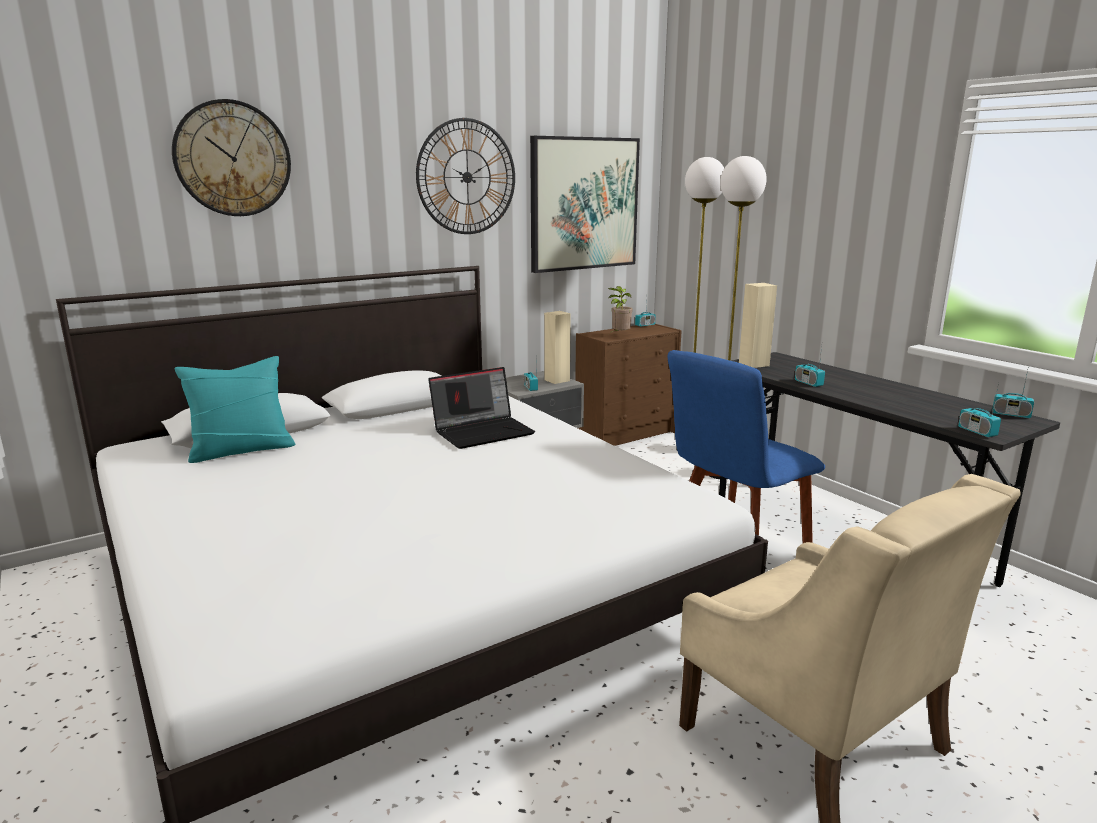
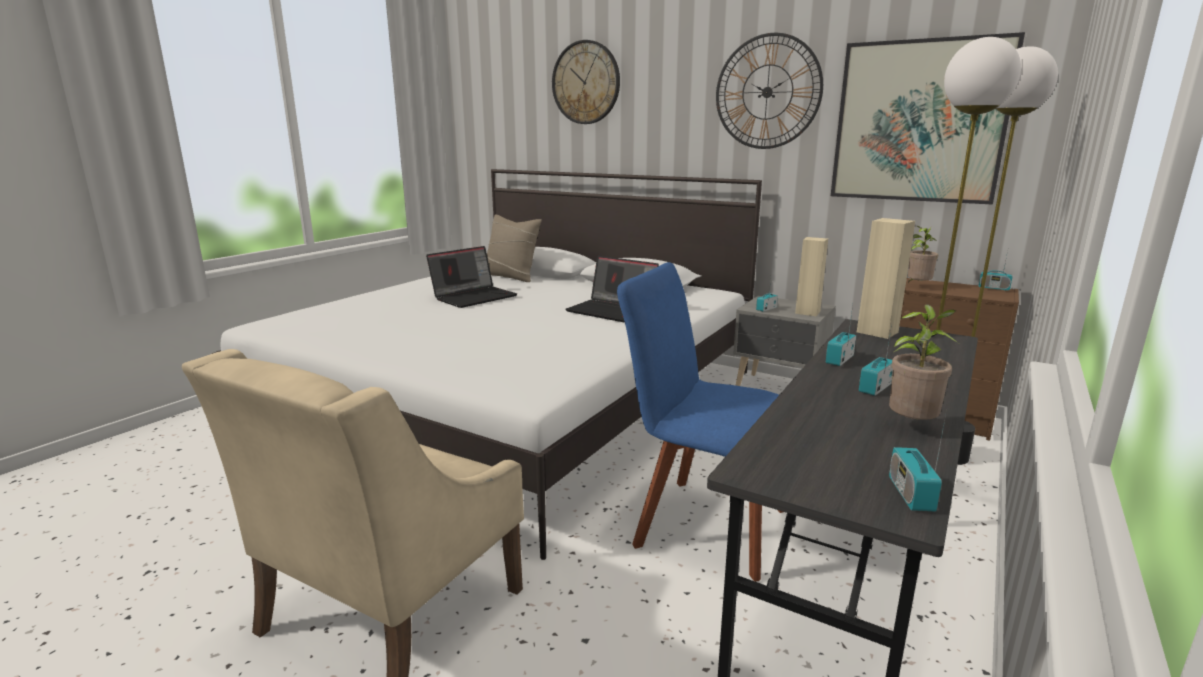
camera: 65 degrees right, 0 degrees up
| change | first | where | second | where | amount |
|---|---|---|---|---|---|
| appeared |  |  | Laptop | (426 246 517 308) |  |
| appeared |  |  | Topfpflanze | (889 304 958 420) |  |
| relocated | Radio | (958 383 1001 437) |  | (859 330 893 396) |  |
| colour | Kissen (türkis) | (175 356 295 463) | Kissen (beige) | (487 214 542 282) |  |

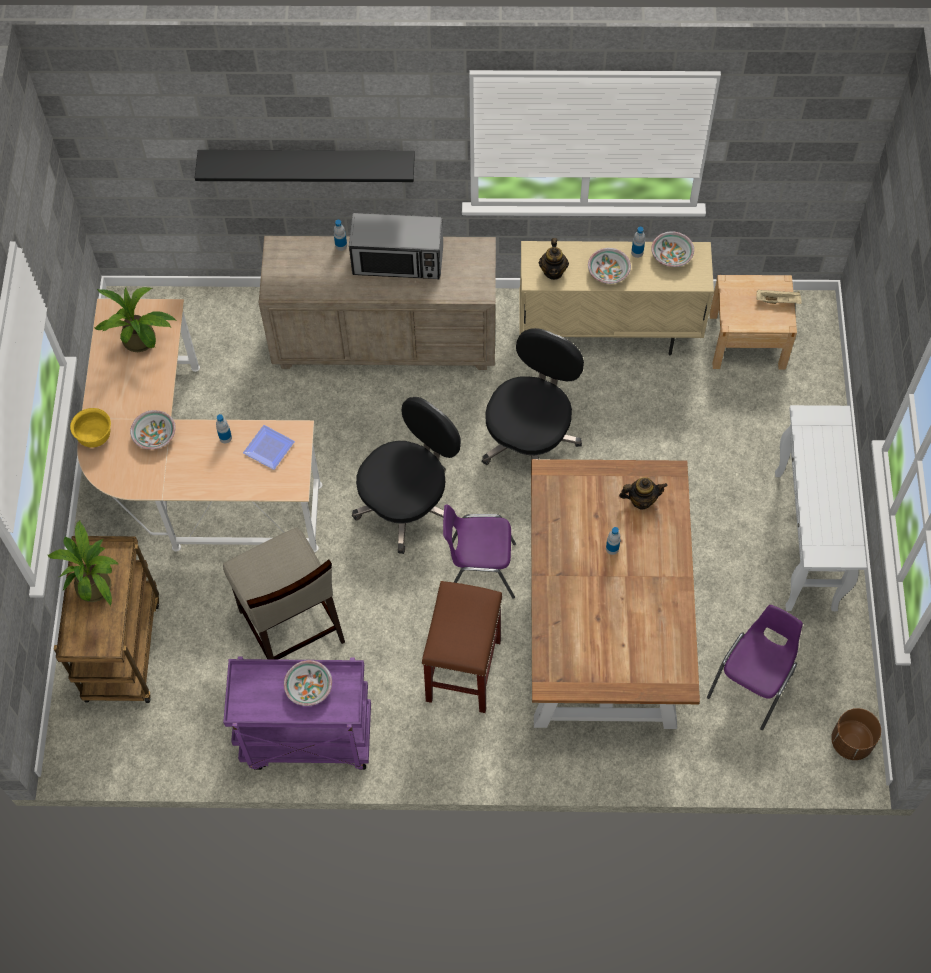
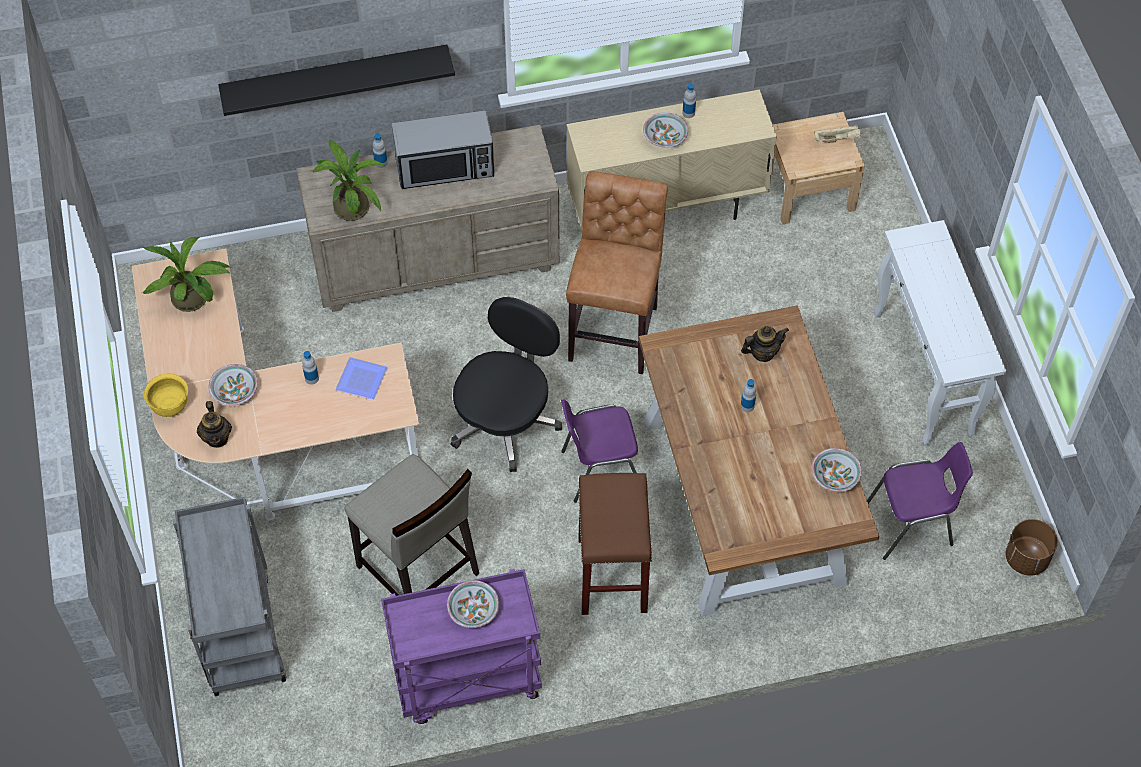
camera: 15 degrees left, 5 degrees down
| change | first | where | second | where | amount |
|---|---|---|---|---|---|
| relocated | Topfpflanze | (48 520 119 606) |  | (312 139 384 221) |  |
| relocated | Teekanne | (539 238 569 280) |  | (197 401 232 448) |  |
| relocated | Schüssel | (651 231 694 267) |  | (812 448 862 492) |  |
| exchanged | Bürostuhl (schwarz) | (482 328 584 465) | Hocker (braun) | (566 171 668 374) |  |
| colour | Rollwagen (braun) | (54 536 159 703) | Rollwagen (grau) | (173 497 286 696) |  |
| spun | Stuhl (lila) | (707 605 803 730) |  | (867 442 973 560) | 60 degrees clockwise |

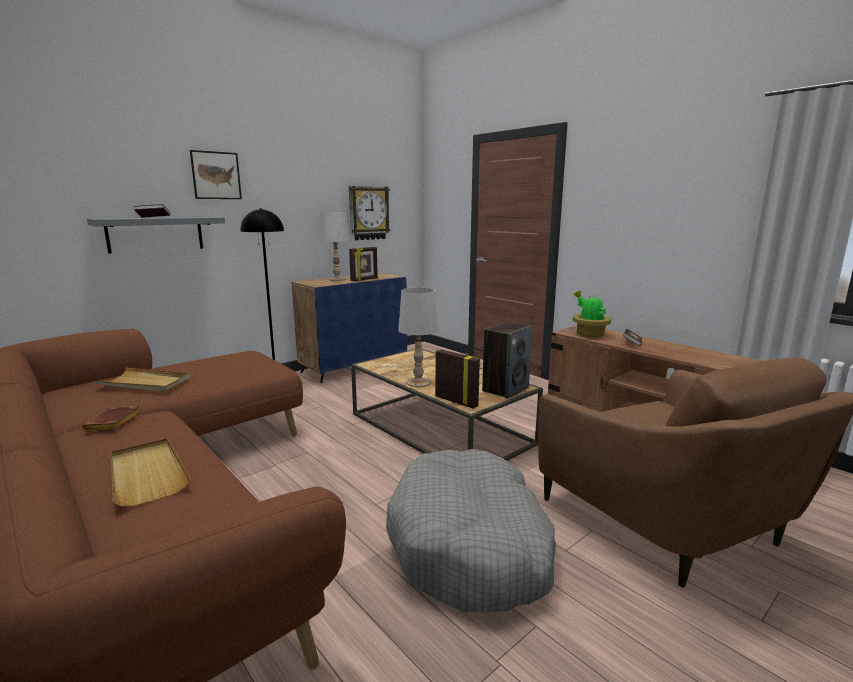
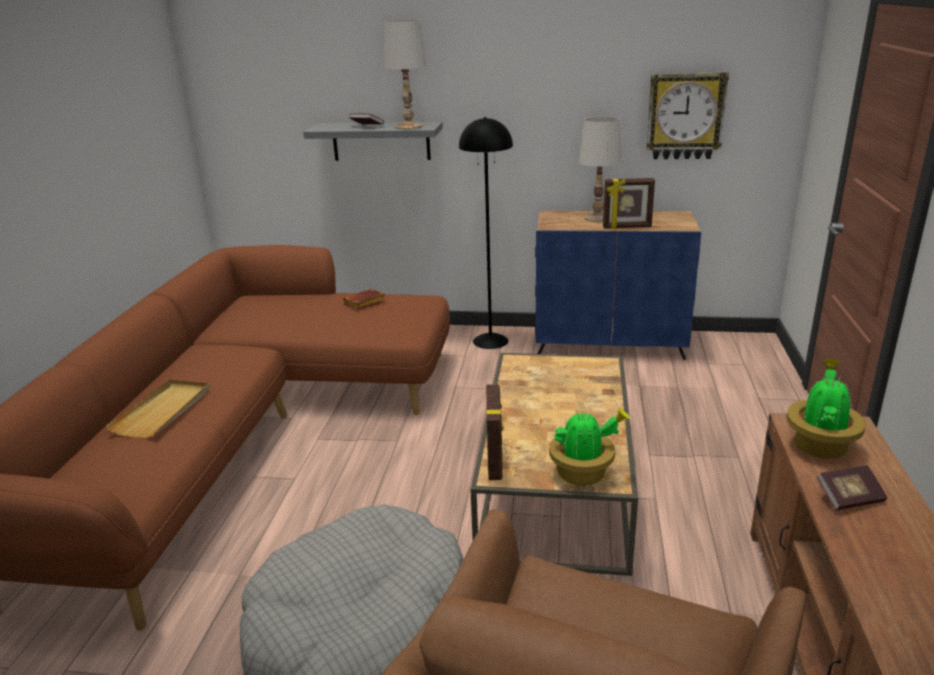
camera: 50 degrees right, 10 degrees up
| change | first | where | second | where | amount |
|---|---|---|---|---|---|
| missing | Tablett (beige) | (94 367 190 392) |  |  |  |
| missing | Bild | (190 150 242 199) |  |  |  |
| relocated | Buch (braun) | (82 406 140 432) |  | (343 289 386 309) |  |
| relocated | Tischlampe (weiß) | (398 288 438 387) |  | (384 20 426 129) |  |
| exchanged | Lautsprecher | (482 322 532 399) | Topfpflanze | (549 408 630 486) |  |

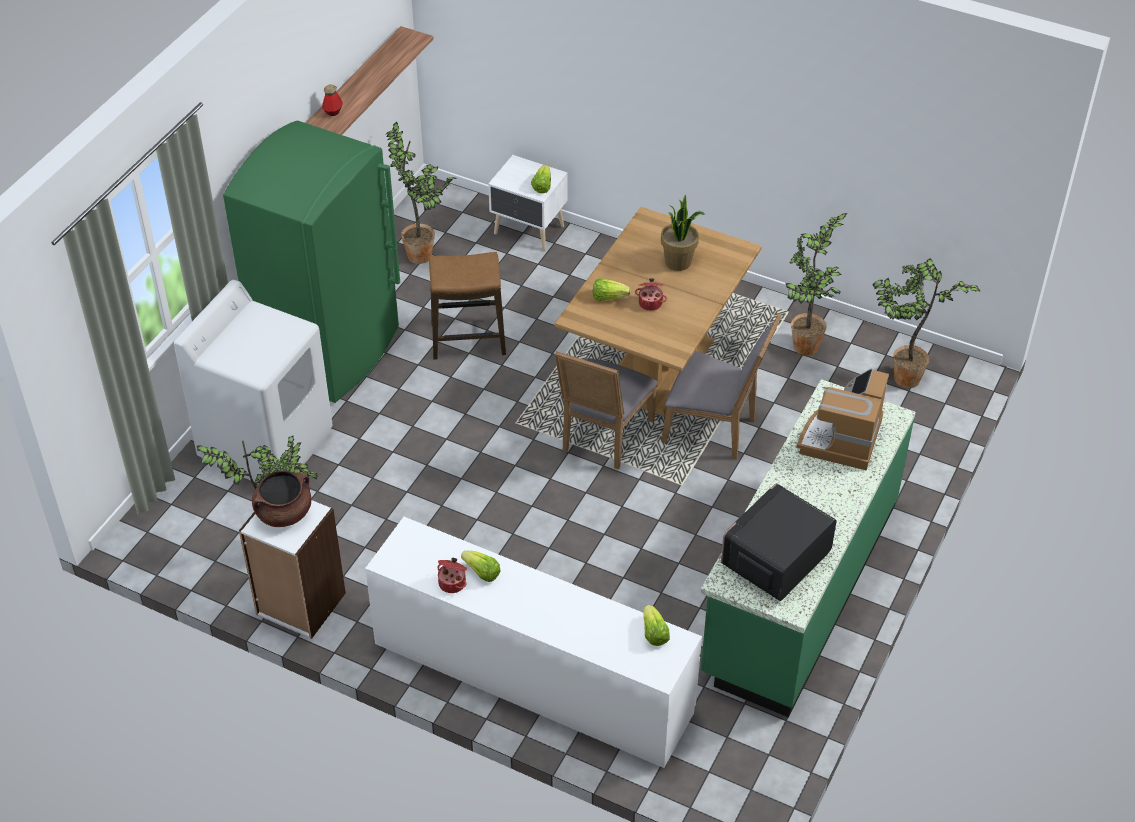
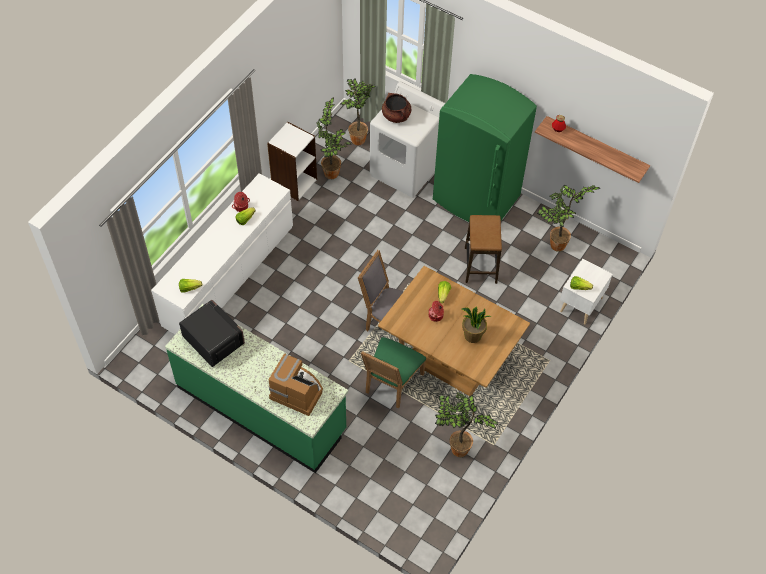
camera: 95 degrees right, 10 degrees up
| change | first | where | second | where | amount |
|---|---|---|---|---|---|
| relocated | Kochtopf (braun) | (252 470 311 527) |  | (382 93 411 123) |  |
| relocated | Topfpflanze | (872 258 980 388) |  | (341 79 376 145) |  |
| colour | Stuhl (grau) | (661 313 782 459) | Stuhl (grün) | (361 337 426 409) |  |

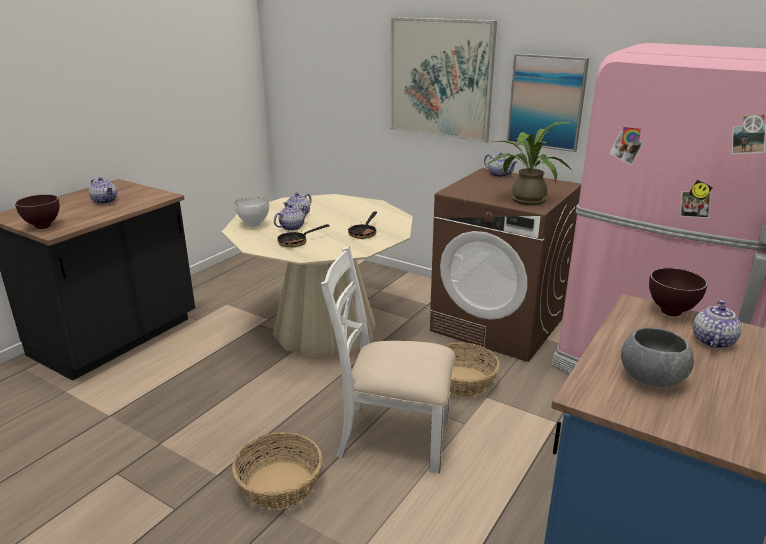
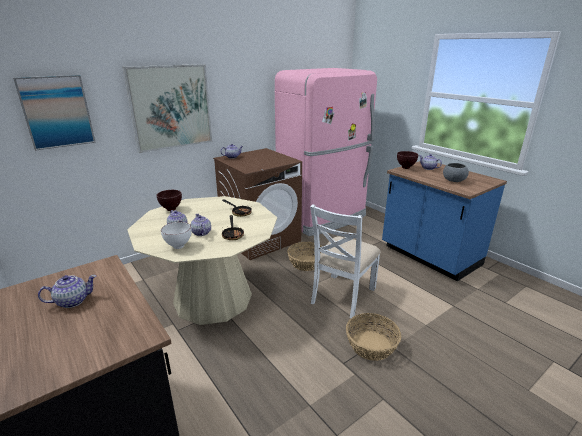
camera: 70 degrees left, 0 degrees up
| change | first | where | second | where | amount |
|---|---|---|---|---|---|
| missing | Topfpflanze | (486 122 572 205) |  |  |  |
| relocated | Schüssel (braun) | (15 194 60 229) |  | (157 190 182 211) |  |
| relocated | Bild | (507 54 589 152) |  | (13 75 96 151) |  |

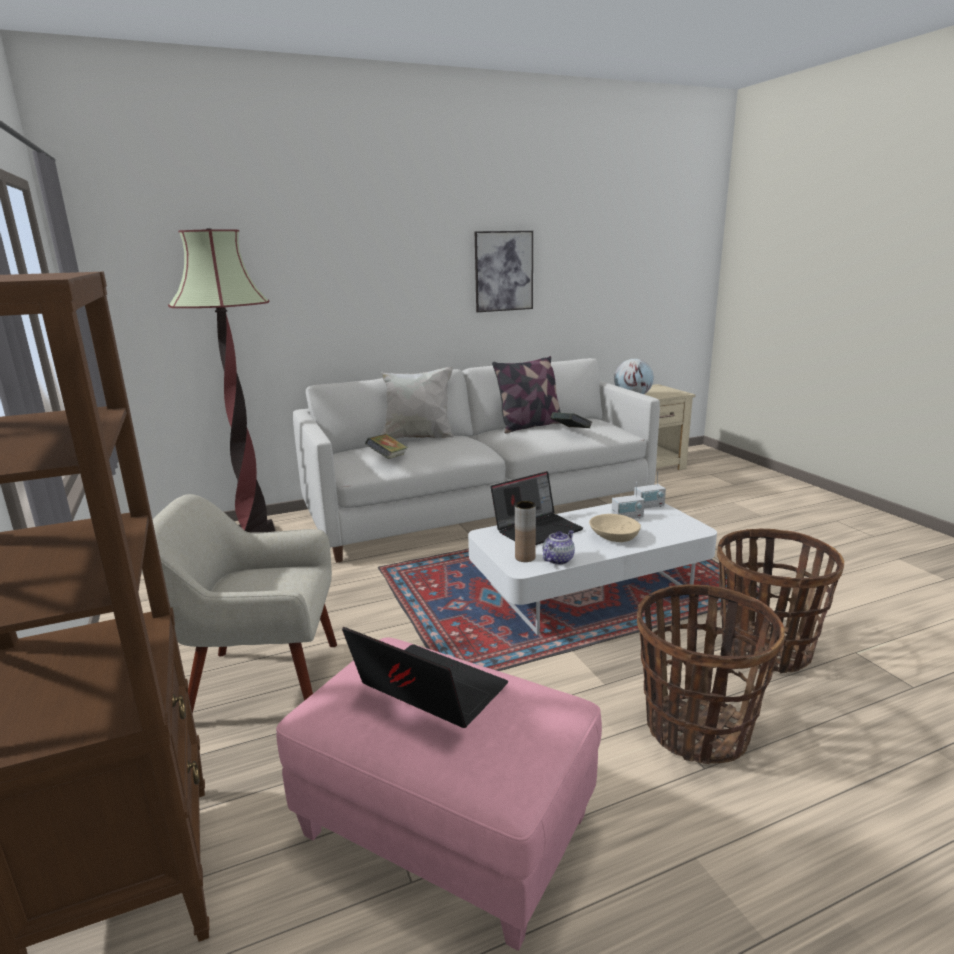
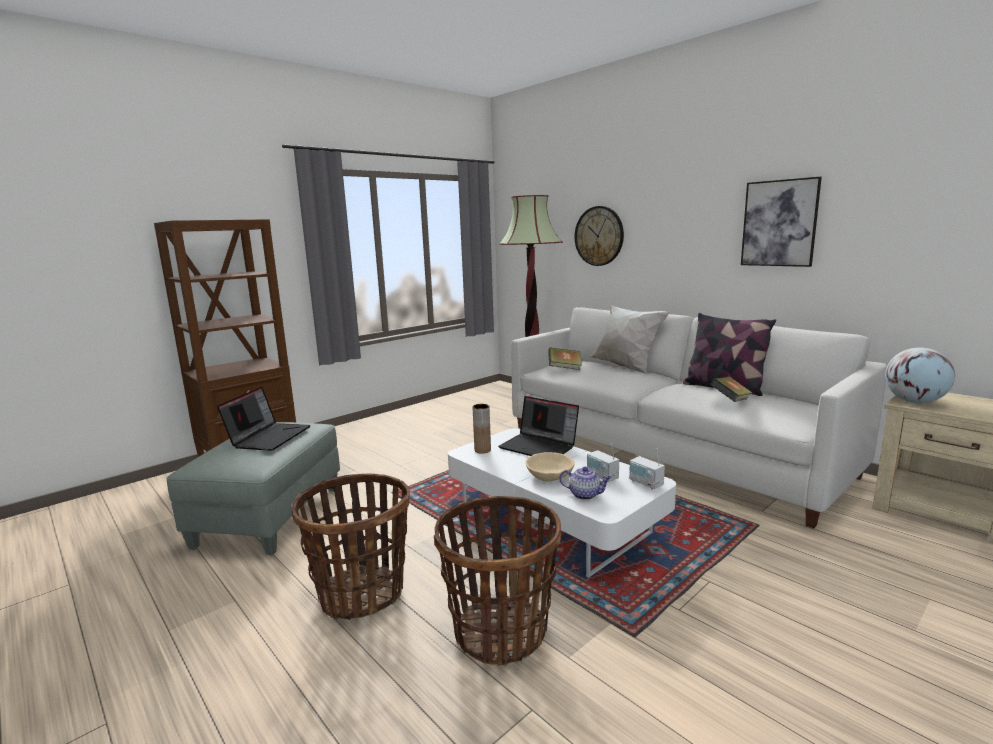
camera: 70 degrees right, 5 degrees down
| change | first | where | second | where | amount |
|---|---|---|---|---|---|
| missing | Sessel (beige) | (142 494 337 714) |  |  |  |
| appeared |  |  | Wanduhr | (575 206 624 266) |  |
| relocated | Teekanne | (543 530 575 565) |  | (559 467 611 500) |  |
| colour | Polsterhocker (rosa) | (276 637 602 951) | Polsterhocker (grau) | (167 422 340 556) |  |

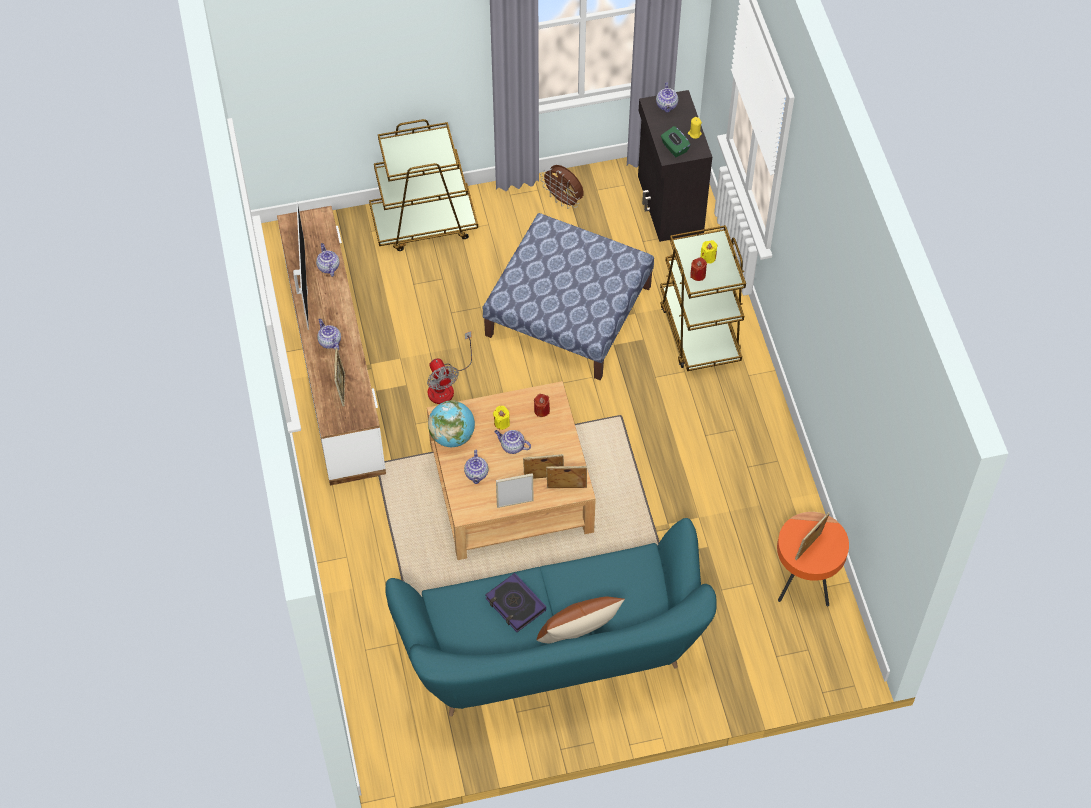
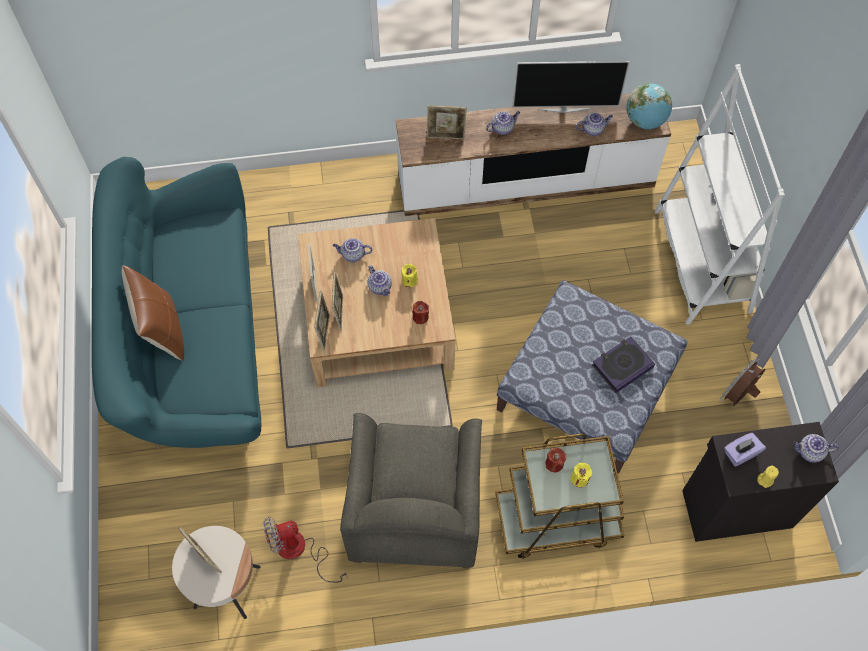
camera: 95 degrees right, 5 degrees up
| change | first | where | second | where | amount |
|---|---|---|---|---|---|
| appeared |  |  | Sessel (grau) | (340 413 482 569) |  |
| relocated | Ventilator | (427 331 472 404) |  | (263 517 348 583) |  |
| relocated | Globus | (428 400 475 447) |  | (626 83 672 129) |  |
| relocated | Buch | (485 573 546 632) |  | (592 336 655 393) |  |
| exchanged | Rollwagen (braun) | (369 119 478 251) | Bücherregal (weiß) | (655 64 785 325) |  |
| colour | Taschentuchbox (grün) | (661 126 691 157) | Taschentuchbox (lila) | (724 433 766 467) |  |
| colour | Beistelltisch (orange) | (777 512 849 606) | Beistelltisch (beige) | (172 526 261 619) |  |
| spun | Teekanne | (494 430 531 454) |  | (368 265 392 296) | 120 degrees clockwise |

